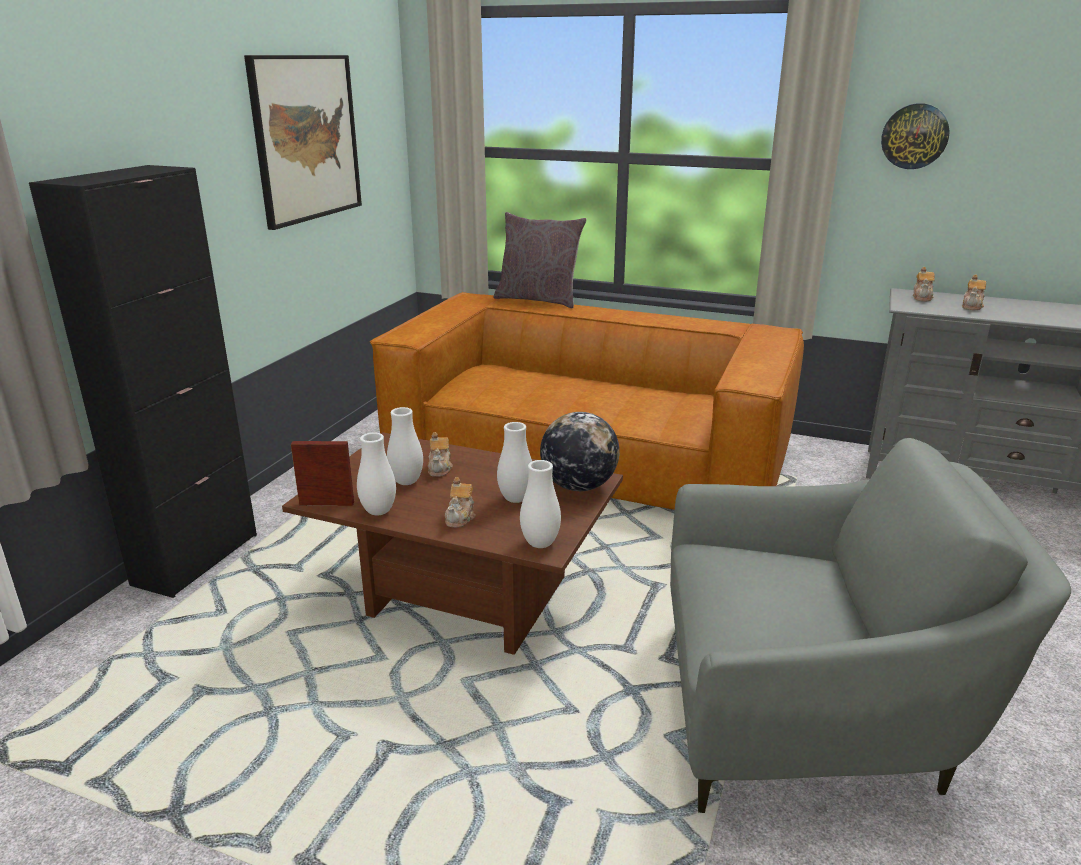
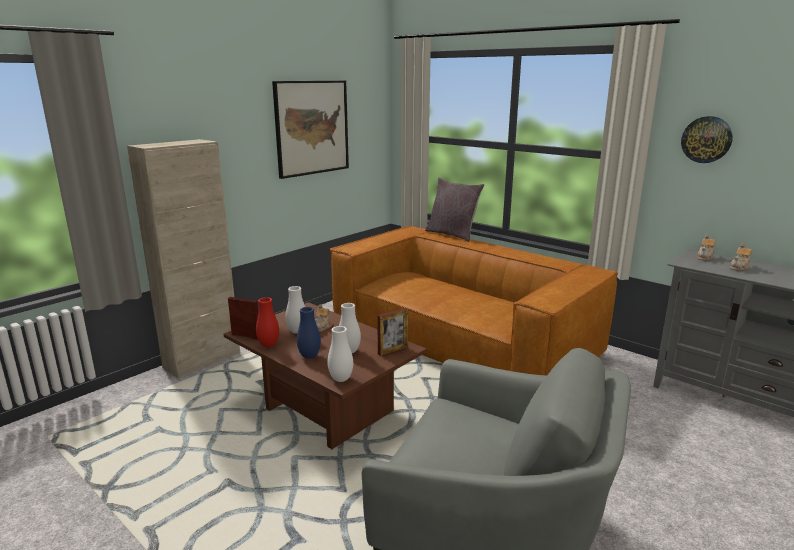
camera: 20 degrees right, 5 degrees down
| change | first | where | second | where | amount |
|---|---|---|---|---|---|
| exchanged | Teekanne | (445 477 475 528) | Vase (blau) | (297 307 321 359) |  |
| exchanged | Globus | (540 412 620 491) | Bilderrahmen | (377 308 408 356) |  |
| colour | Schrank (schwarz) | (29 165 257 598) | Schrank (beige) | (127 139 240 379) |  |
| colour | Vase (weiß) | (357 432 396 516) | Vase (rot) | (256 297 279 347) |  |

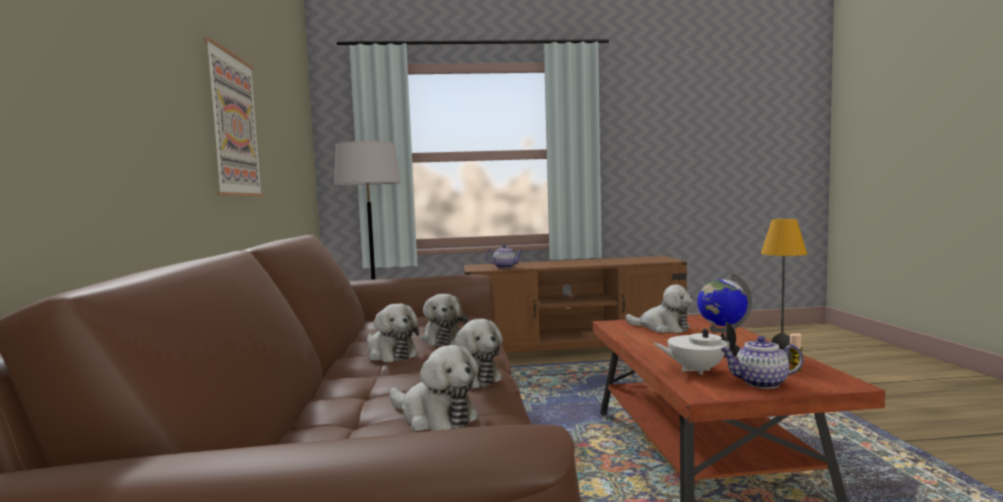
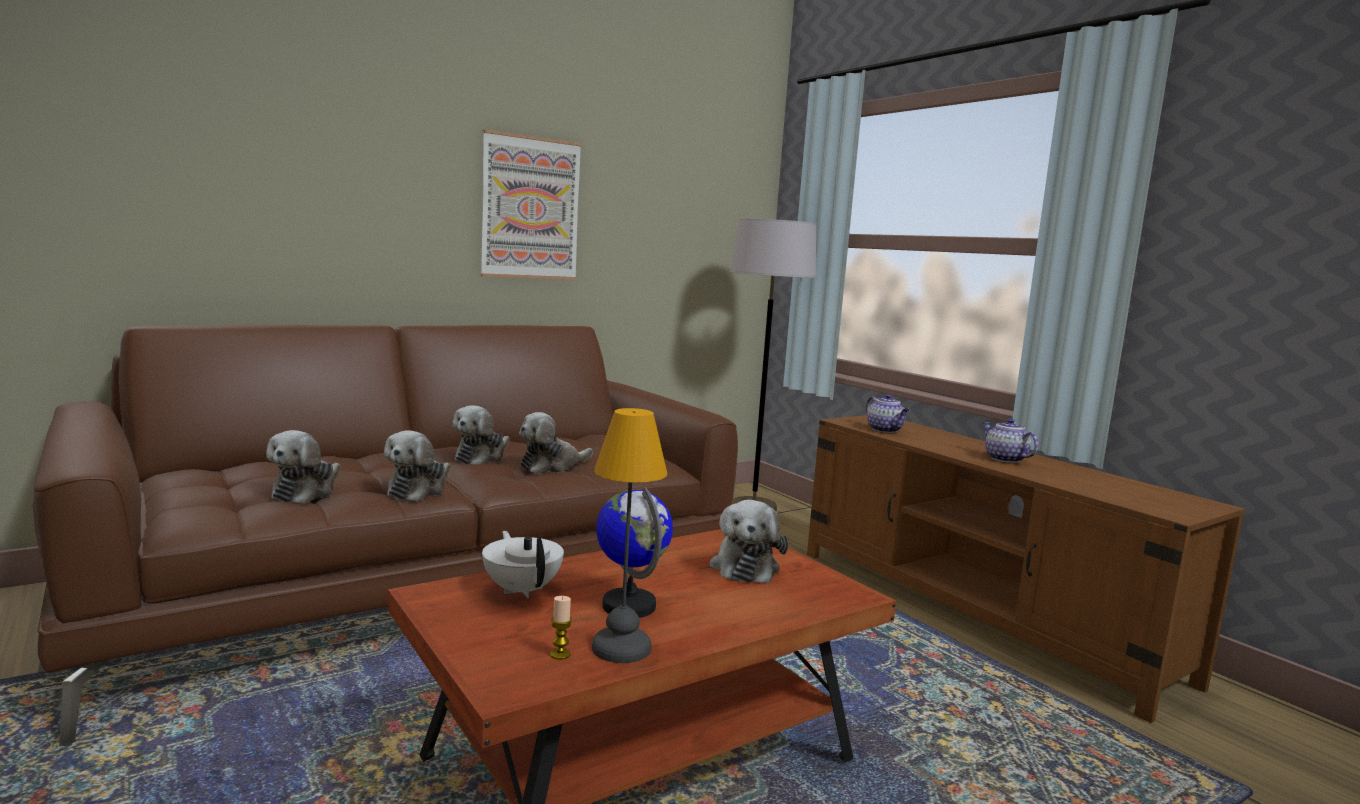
camera: 60 degrees right, 5 degrees up
| change | first | where | second | where | amount |
|---|---|---|---|---|---|
| relocated | Teekanne | (720 336 804 389) |  | (982 419 1039 463) |  |

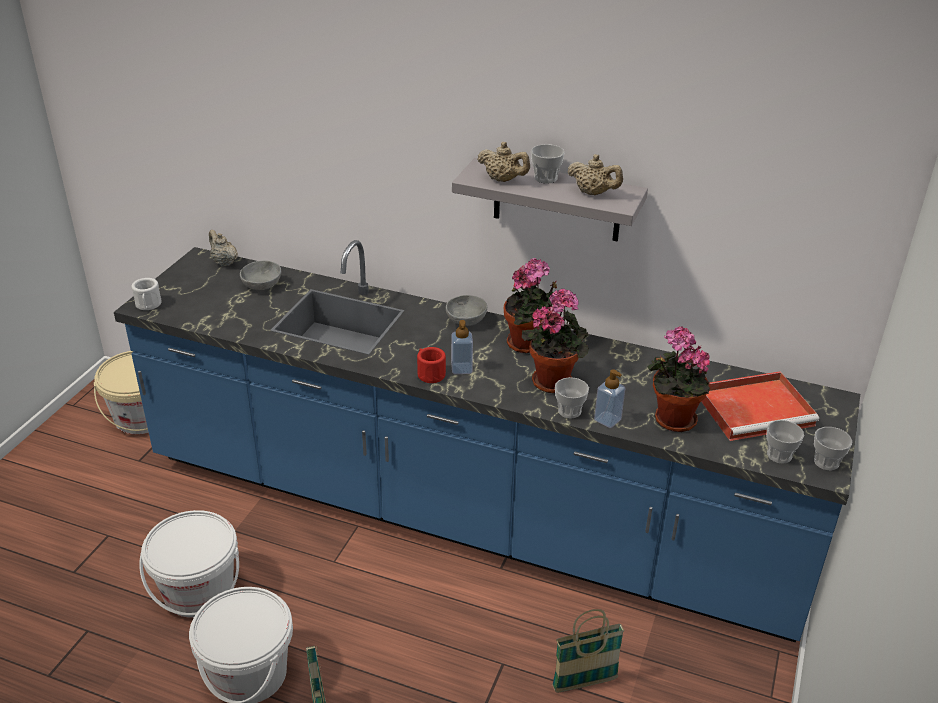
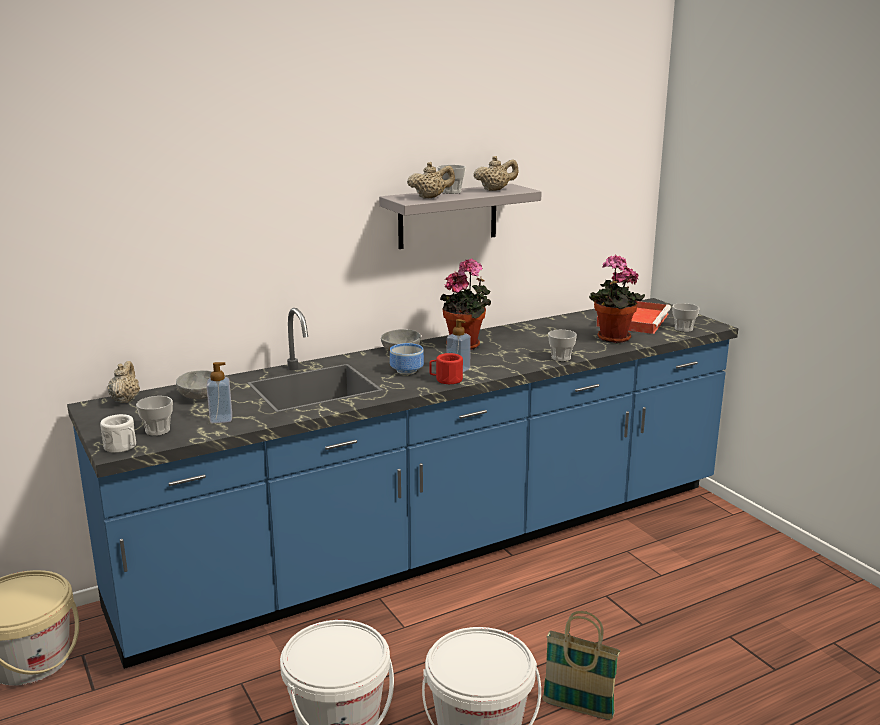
camera: 50 degrees left, 15 degrees down
| change | first | where | second | where | amount |
|---|---|---|---|---|---|
| missing | Topfpflanze | (522 288 589 393) |  |  |  |
| missing | Korb | (552 609 624 692) |  |  |  |
| appeared |  |  | Schüssel | (390 343 424 375) |  |
| relocated | Seifenspender | (594 369 625 428) |  | (207 362 232 423) |  |
| relocated | Tasse | (814 427 852 470) |  | (136 396 173 436) |  |
| spun | Teekanne (beige) | (209 230 238 266) |  | (108 361 140 403) | 90 degrees clockwise |

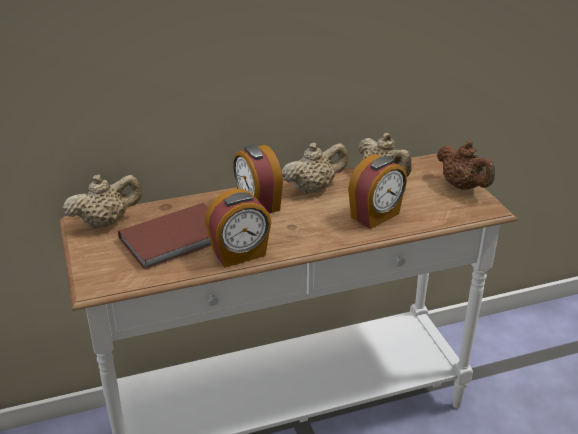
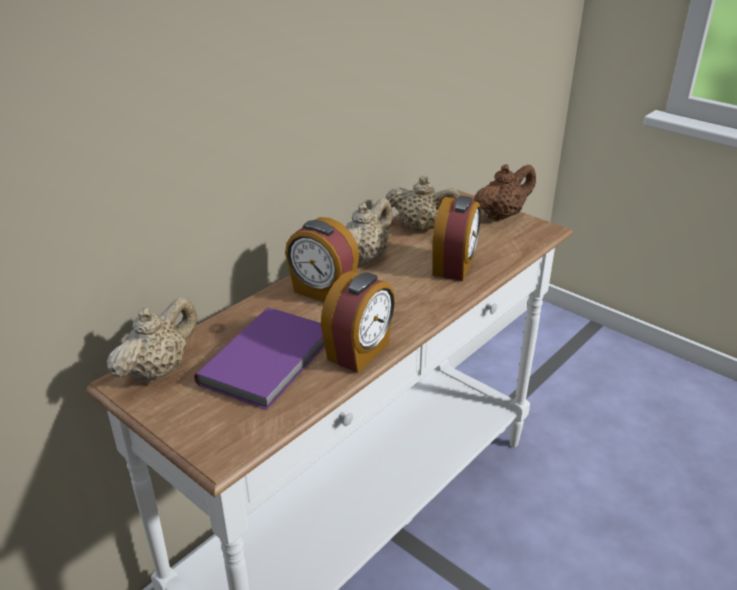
camera: 30 degrees left, 0 degrees up
| change | first | where | second | where | amount |
|---|---|---|---|---|---|
| colour | Buch (braun) | (118 203 212 270) | Buch (lila) | (194 307 325 410) |  |
| spun | Teekanne (braun) | (437 141 495 190) |  | (474 165 536 221) | 60 degrees counterclockwise |

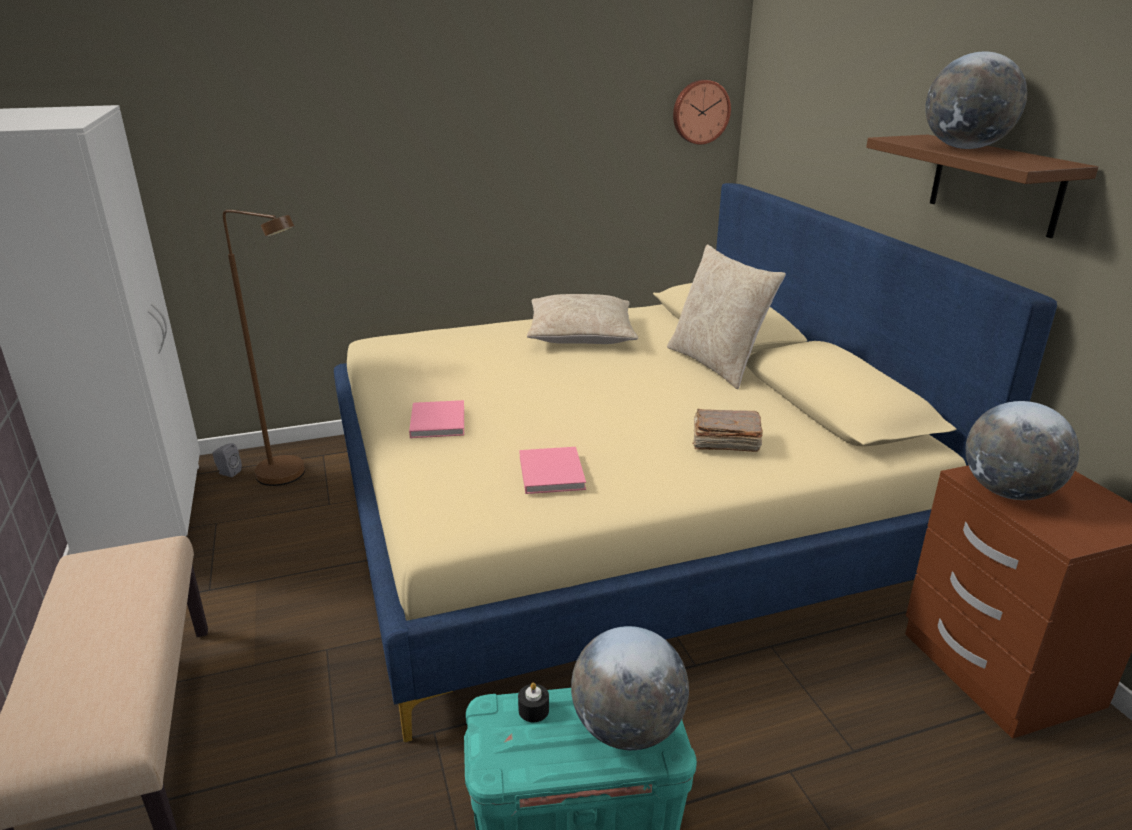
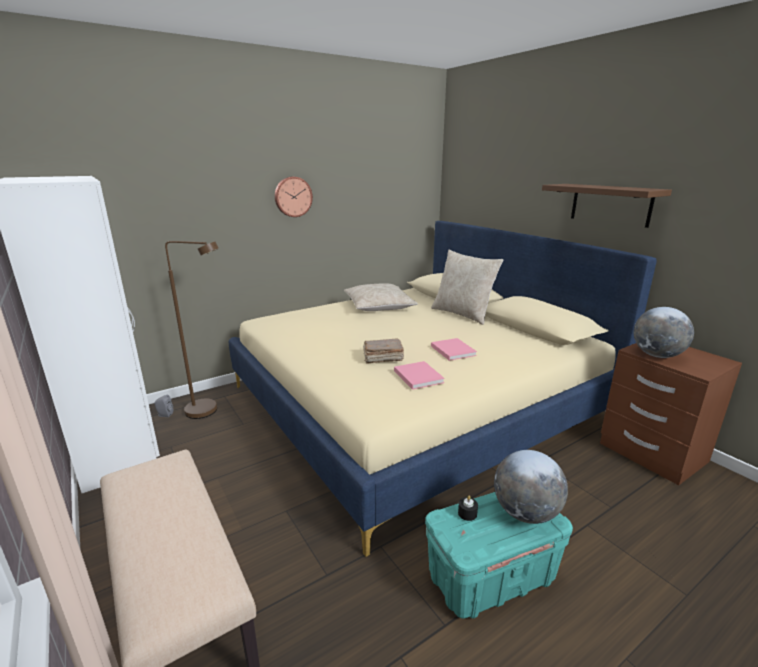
camera: 15 degrees left, 5 degrees down
| change | first | where | second | where | amount |
|---|---|---|---|---|---|
| missing | Globus | (925 52 1027 149) |  |  |  |
| relocated | Buch (rosa) | (409 400 464 438) |  | (431 338 477 361) |  |
| relocated | Wanduhr | (673 80 731 145) |  | (275 177 313 217) |  |
| relocated | Buch (braun) | (692 409 763 452) |  | (363 338 404 364) |  |

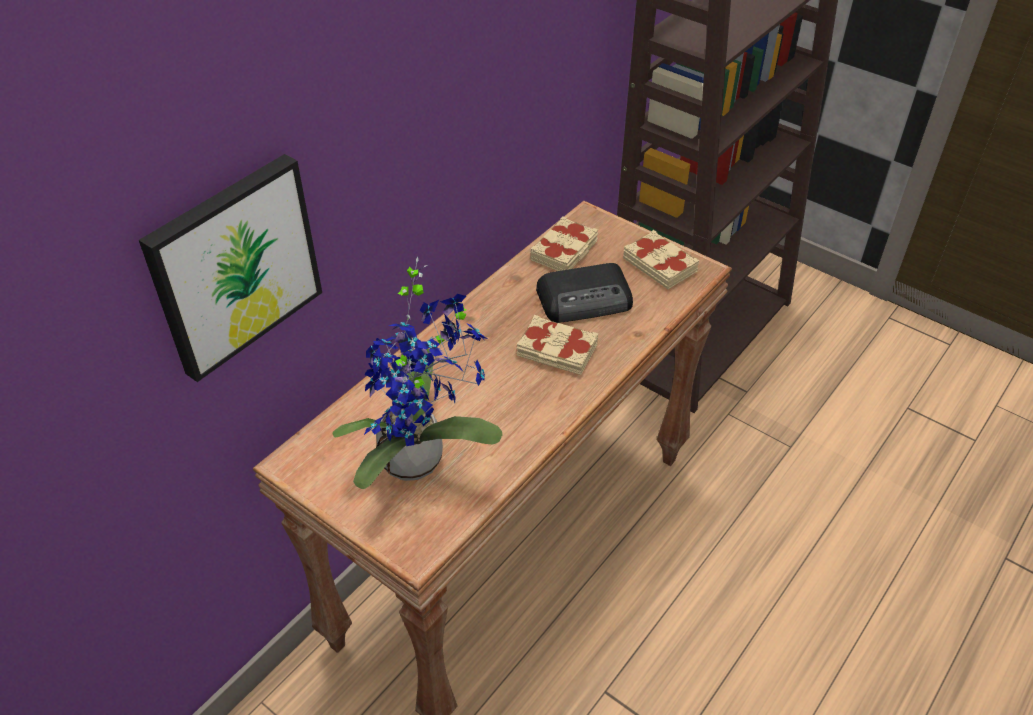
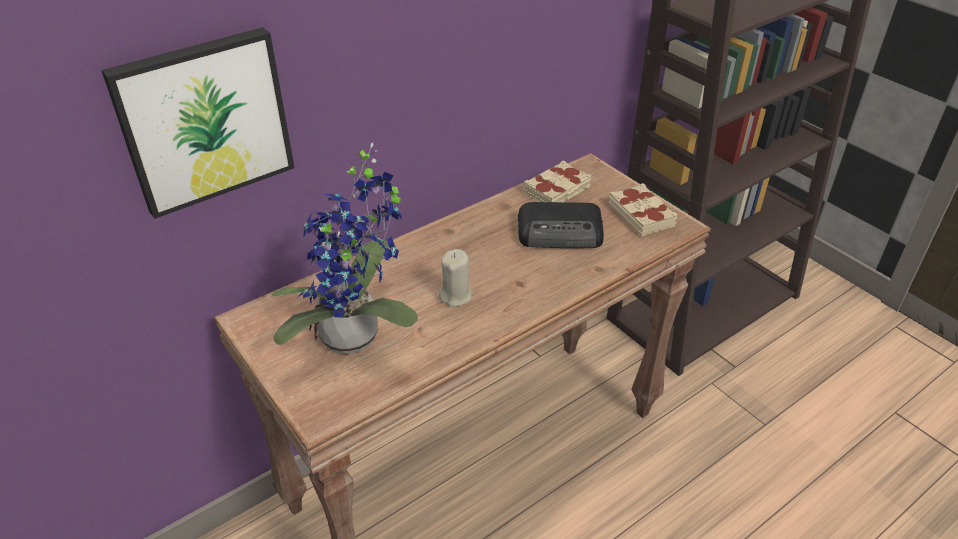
camera: 15 degrees right, 5 degrees down
| change | first | where | second | where | amount |
|---|---|---|---|---|---|
| missing | Buch (beige) | (517 315 599 375) |  |  |  |
| appeared |  |  | Kerze (beige) | (438 249 472 307) |  |

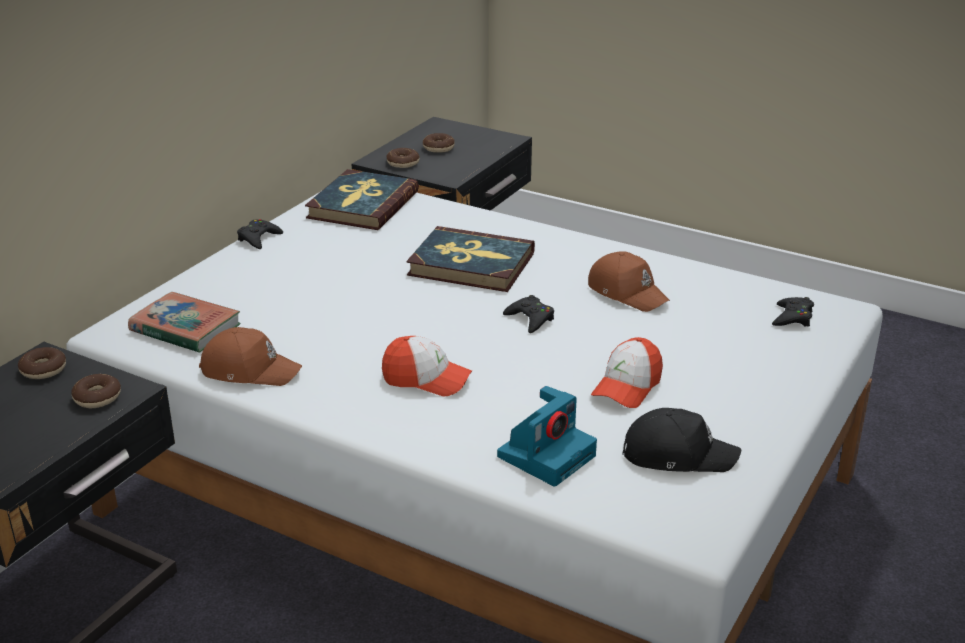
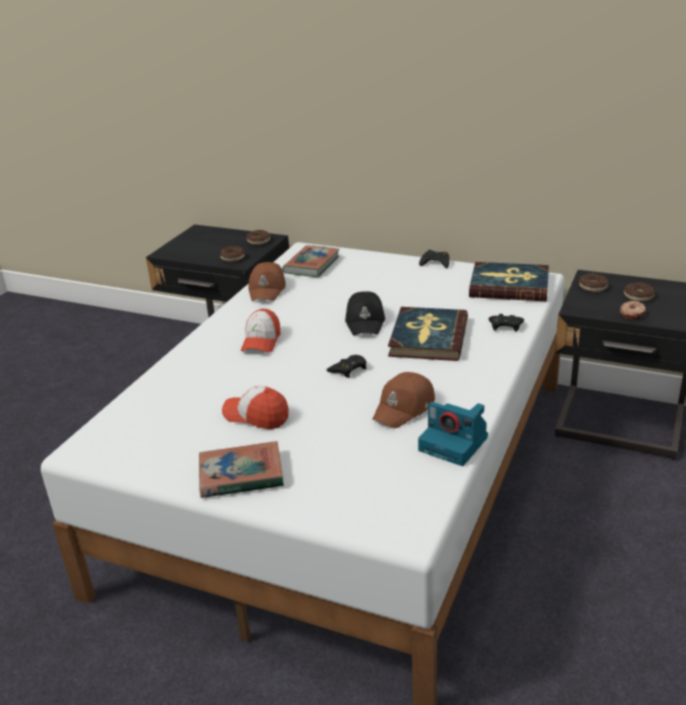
camera: 85 degrees right, 0 degrees up
| change | first | where | second | where | amount |
|---|---|---|---|---|---|
| appeared |  |  | Buch | (199 441 284 498) |  |
| appeared |  |  | Donut | (620 301 646 320) |  |
| relocated | Kamera | (497 386 597 487) |  | (418 402 488 466) |  |
| relocated | Kappe (schwarz) | (622 408 741 472) |  | (345 291 385 335) |  |
| relocated | Gamepad (schwarz) | (772 297 814 327) |  | (488 314 524 332) |  |

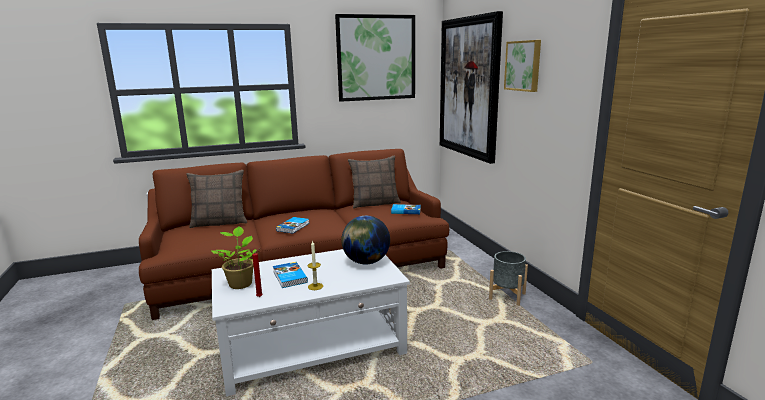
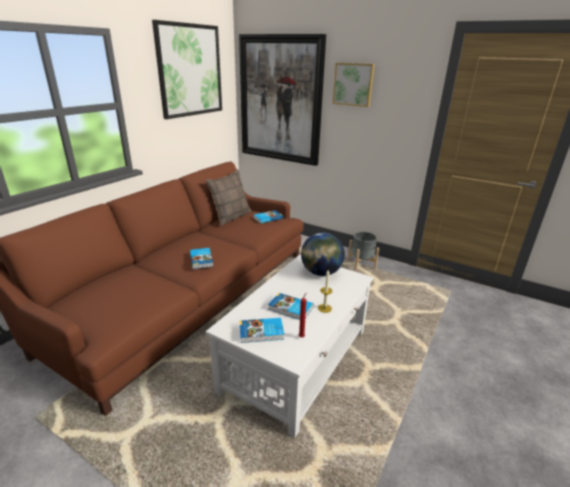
camera: 40 degrees left, 10 degrees up
| change | first | where | second | where | amount |
|---|---|---|---|---|---|
| missing | Kissen | (186 170 247 228) |  |  |  |
| exchanged | Topfpflanze | (211 226 257 289) | Buch | (240 318 284 343) |  |

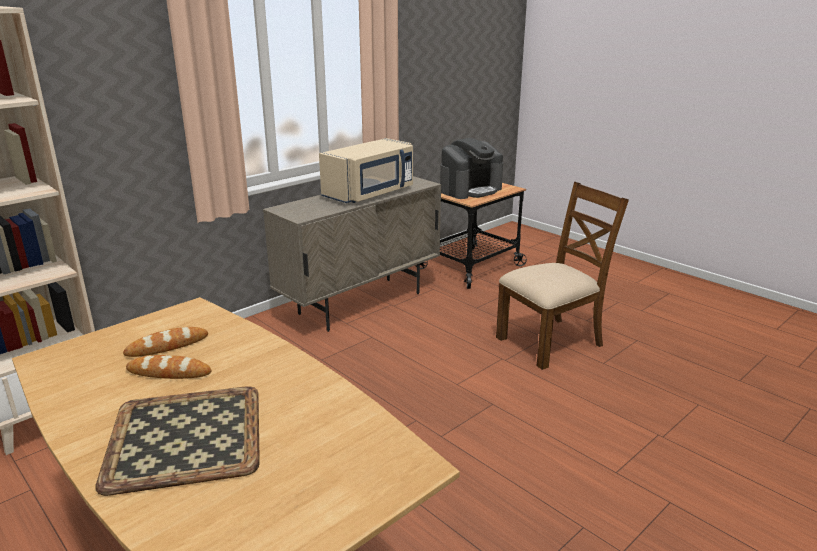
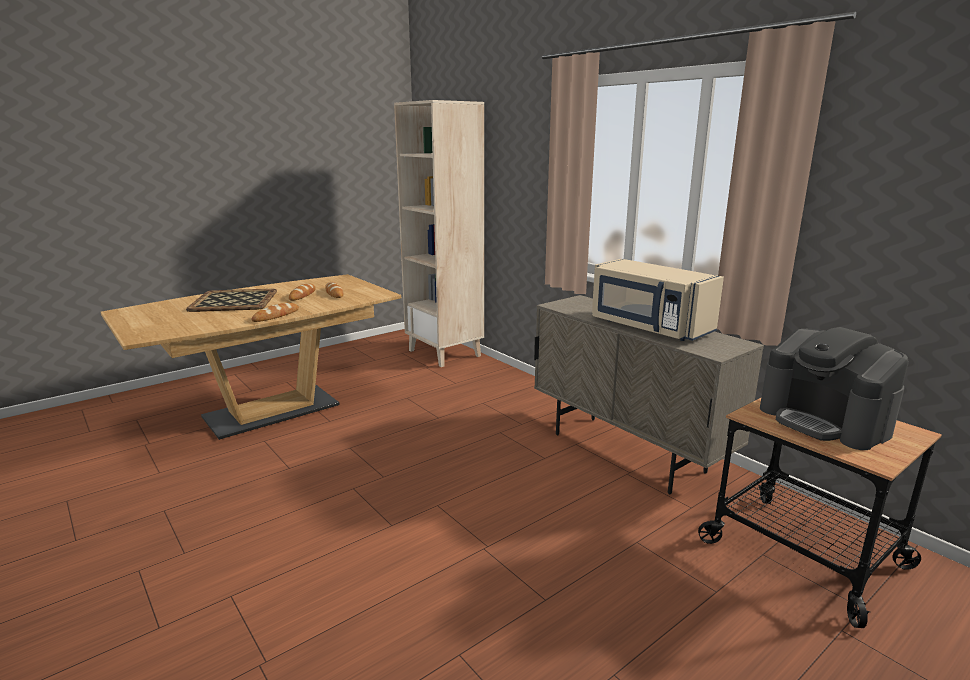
camera: 95 degrees right, 5 degrees down
| change | first | where | second | where | amount |
|---|---|---|---|---|---|
| missing | Stuhl (braun) | (496 182 629 370) |  |  |  |
| appeared |  |  | Brot | (251 303 299 322) |  |

